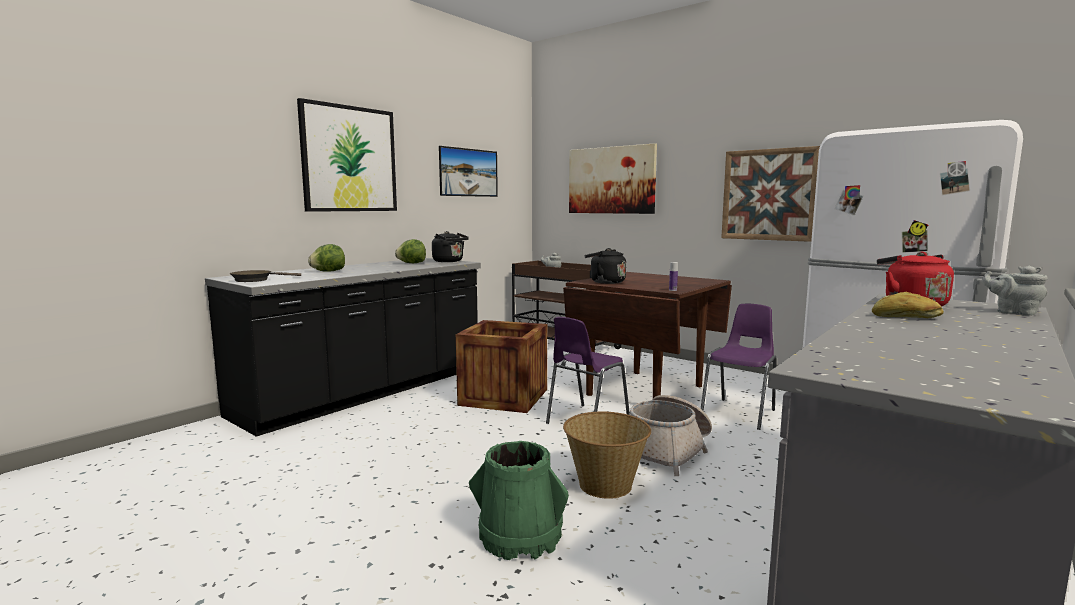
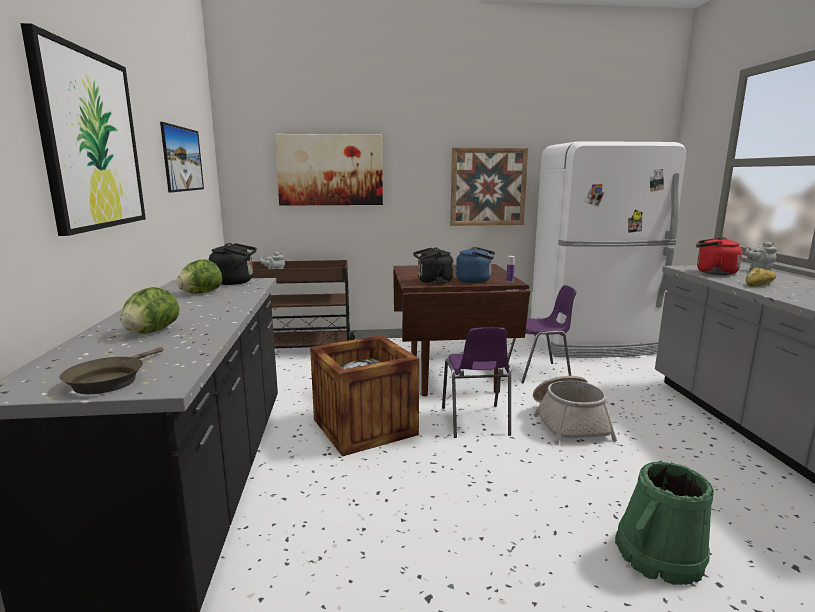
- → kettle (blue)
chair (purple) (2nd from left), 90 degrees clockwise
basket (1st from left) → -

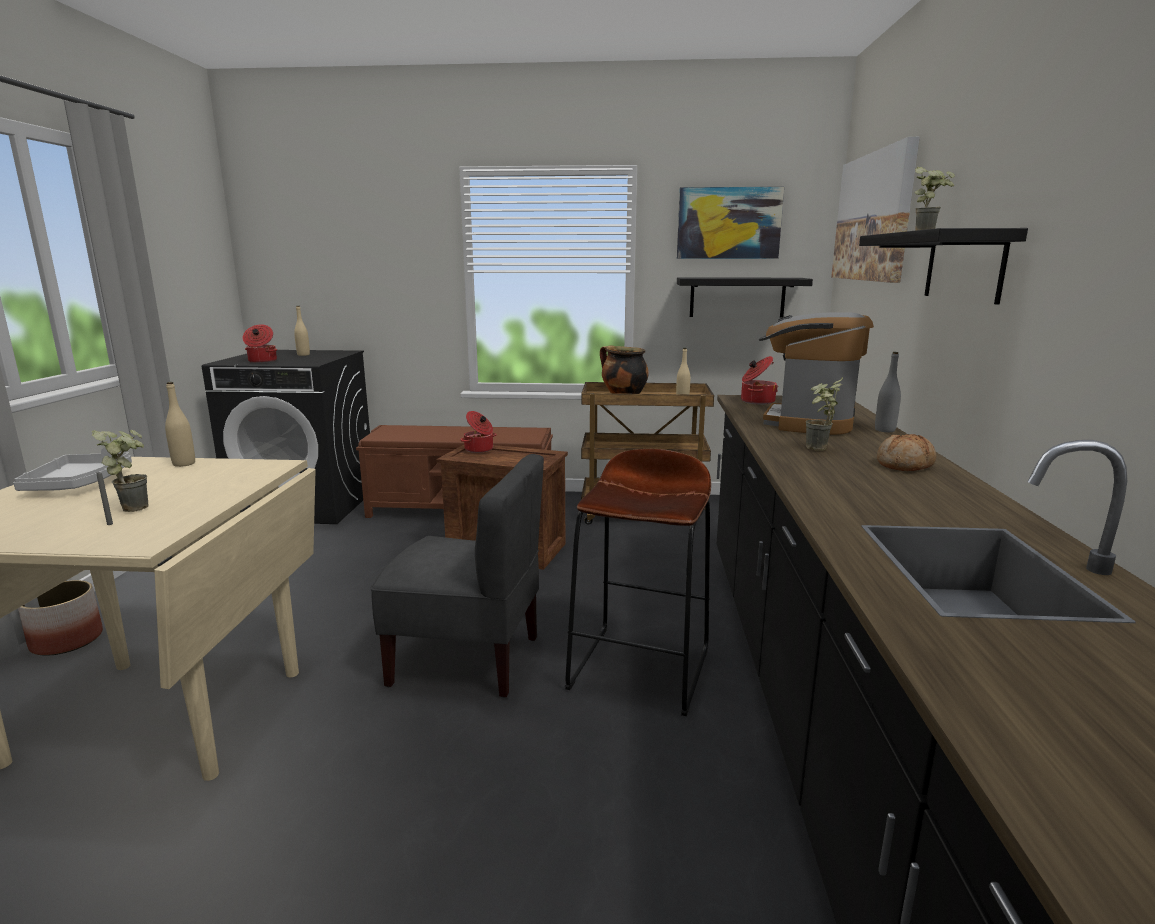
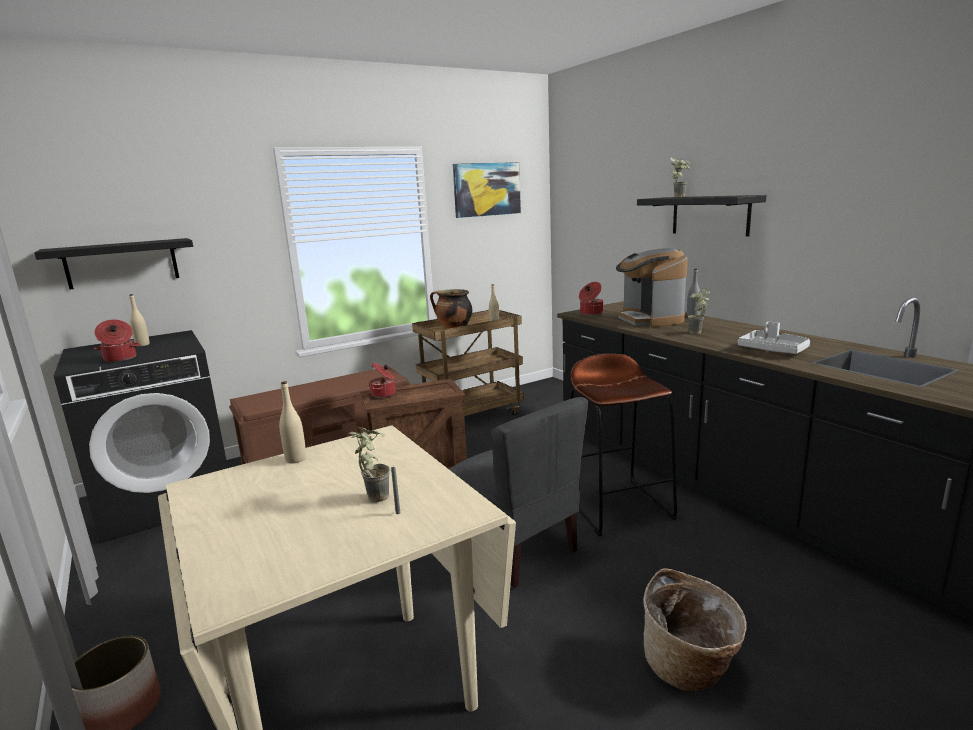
shelf (black) (1st from left), moved
chair (grey), 75 degrees clockwise
- → basket
tray (grey), moved
picture (2nd from left) → -
bread → -

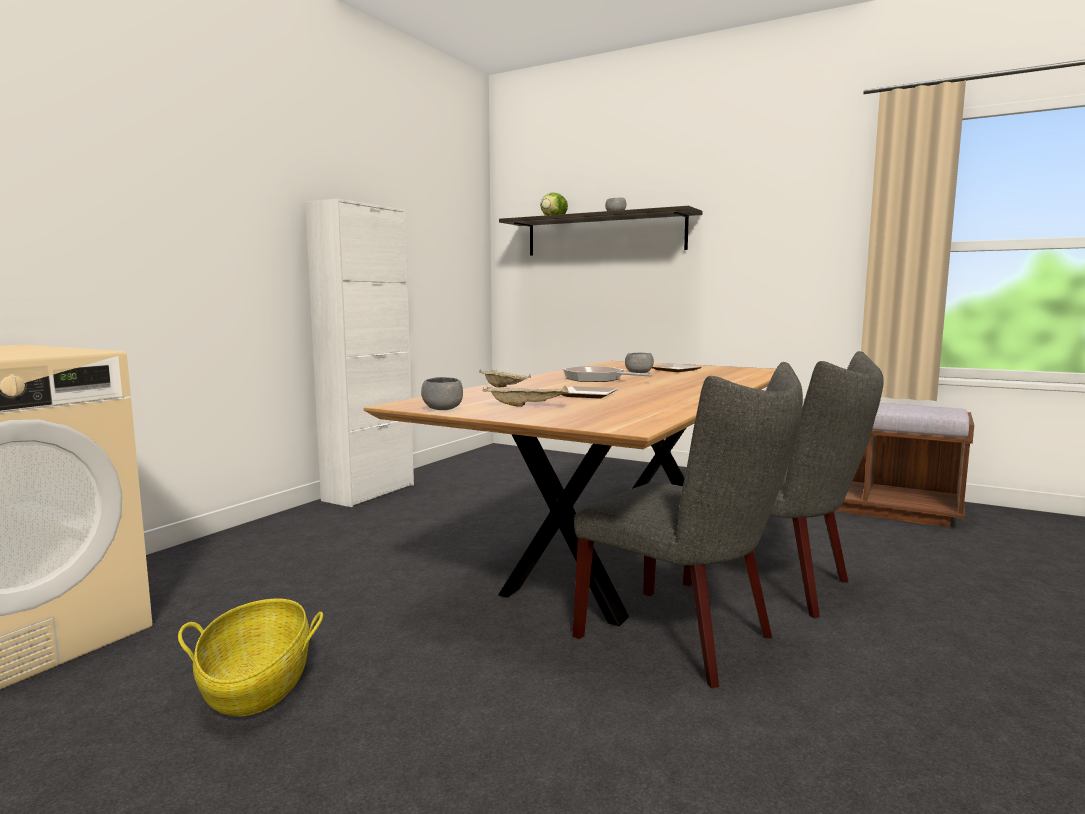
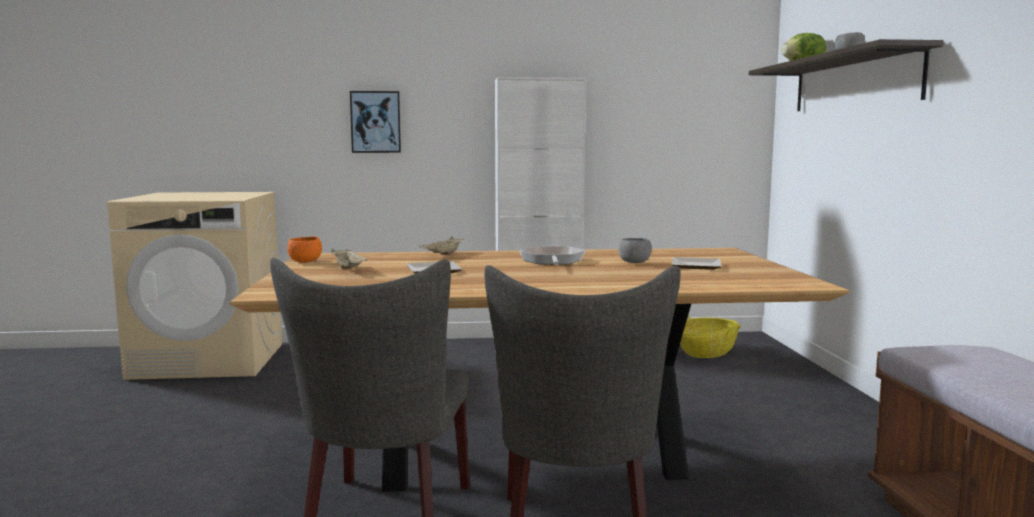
bowl (grey) (1st from left) → bowl (orange)
- → picture
basket, moved

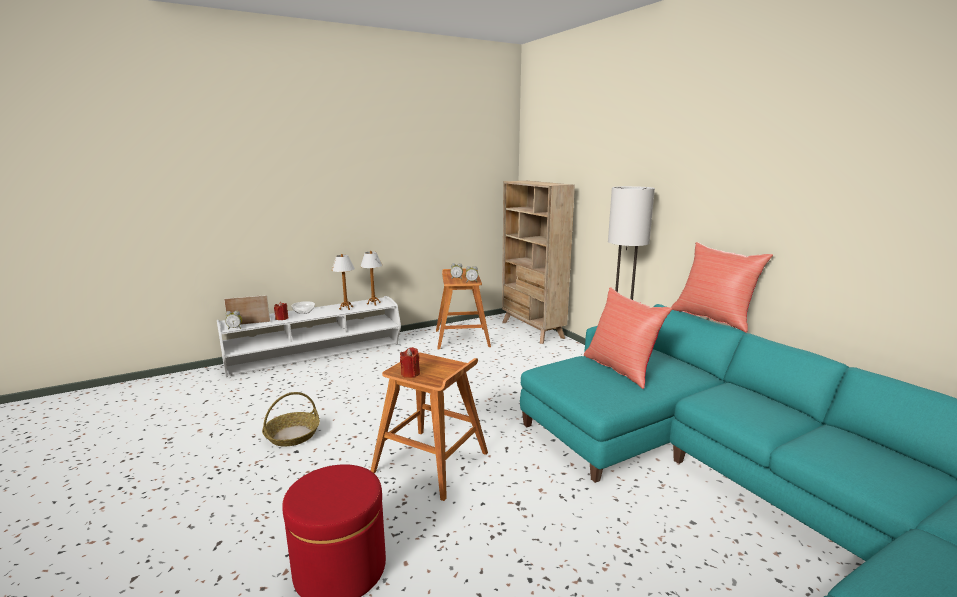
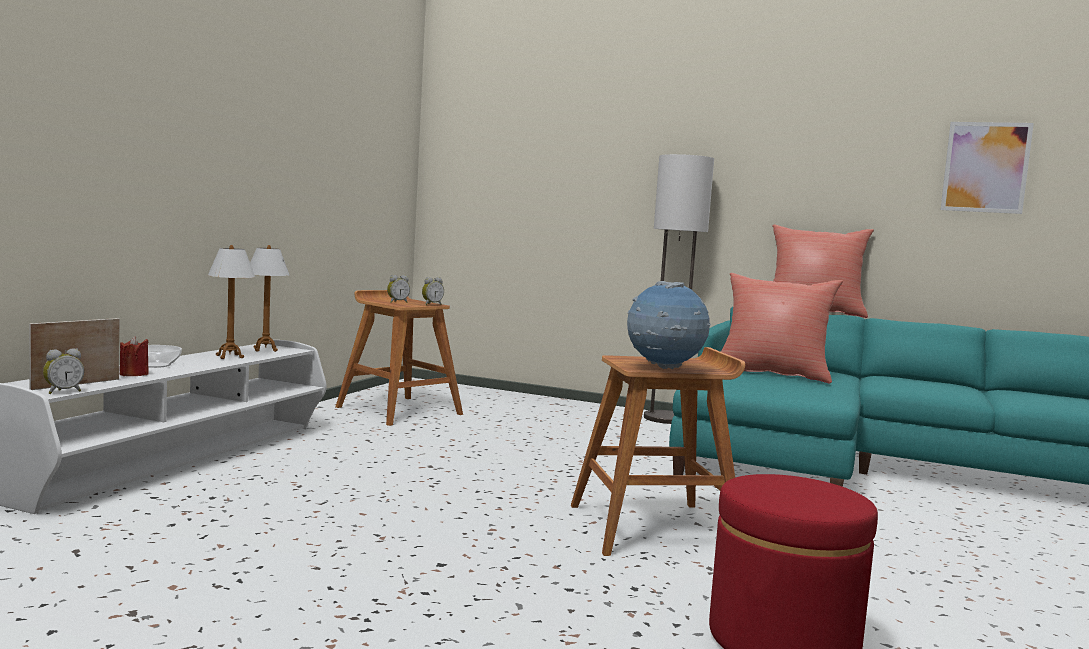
candle (red) (2nd from left) → globe
- → picture
basket → -
bookcase (beige) → -

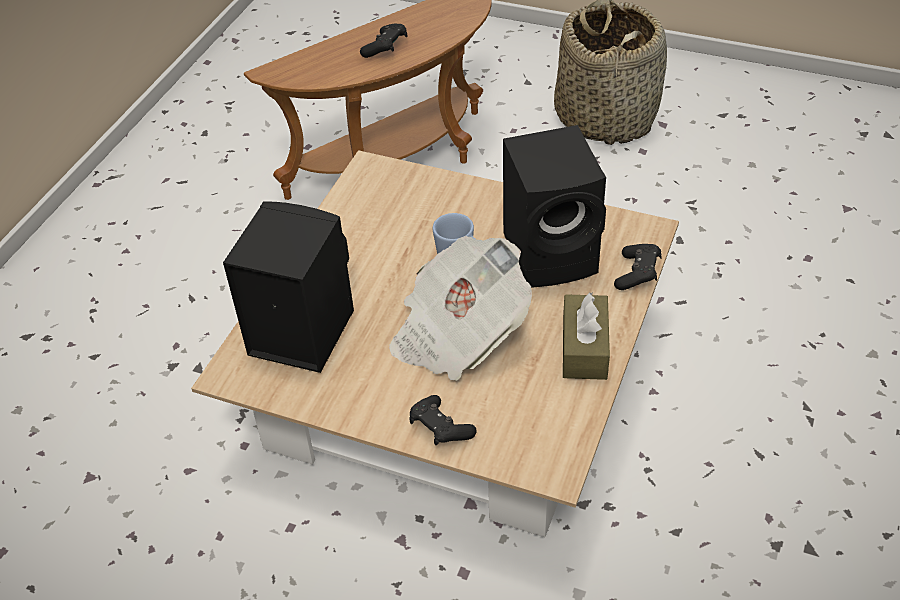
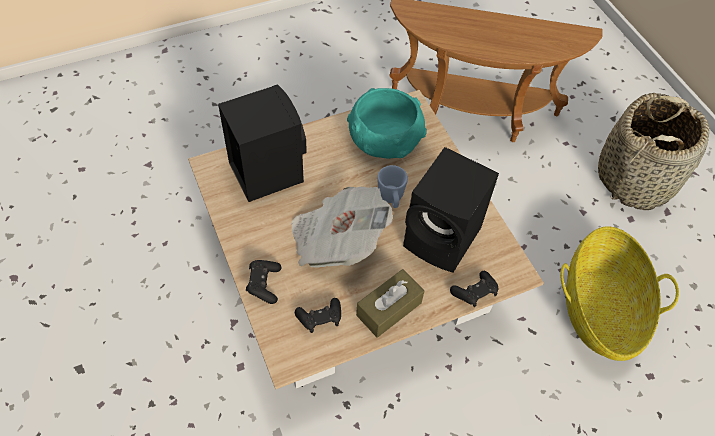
game controller (black) (1st from left in the first image) → game controller (black) (2nd from left), moved
- → bowl (turquoise)
- → basket (1st from left)

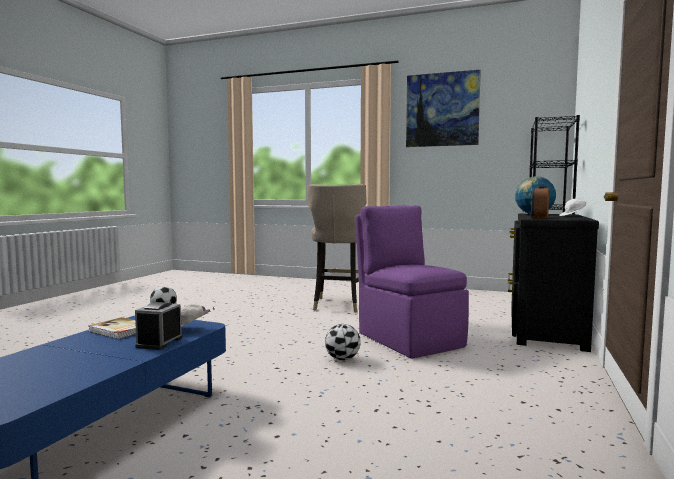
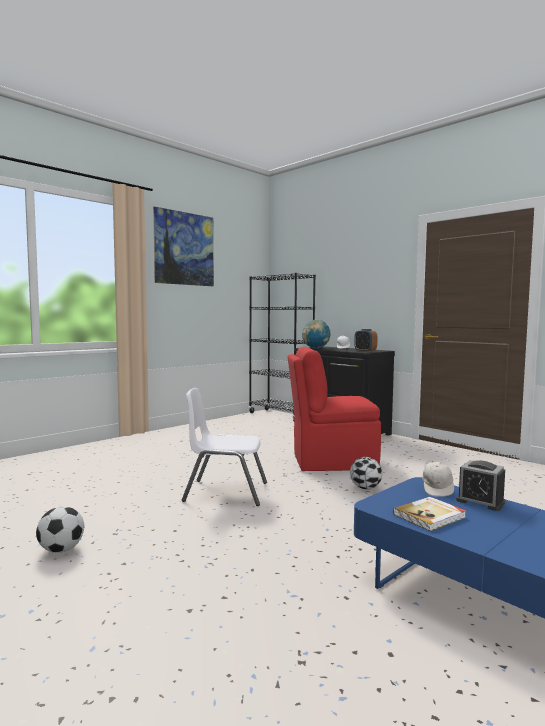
- → chair (white)
chair (purple) → chair (red)
stool (beige) → -

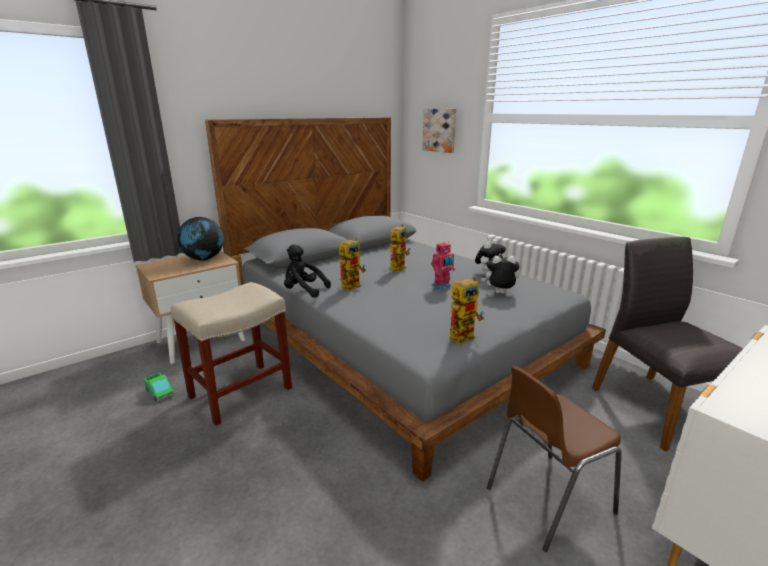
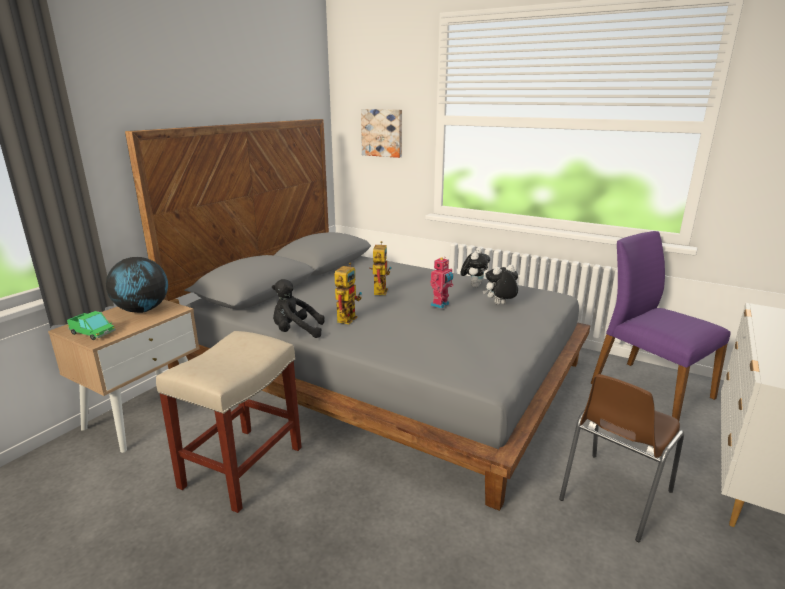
toy truck, moved
chair (grey) → chair (purple)
toy robot (4th from left) → -

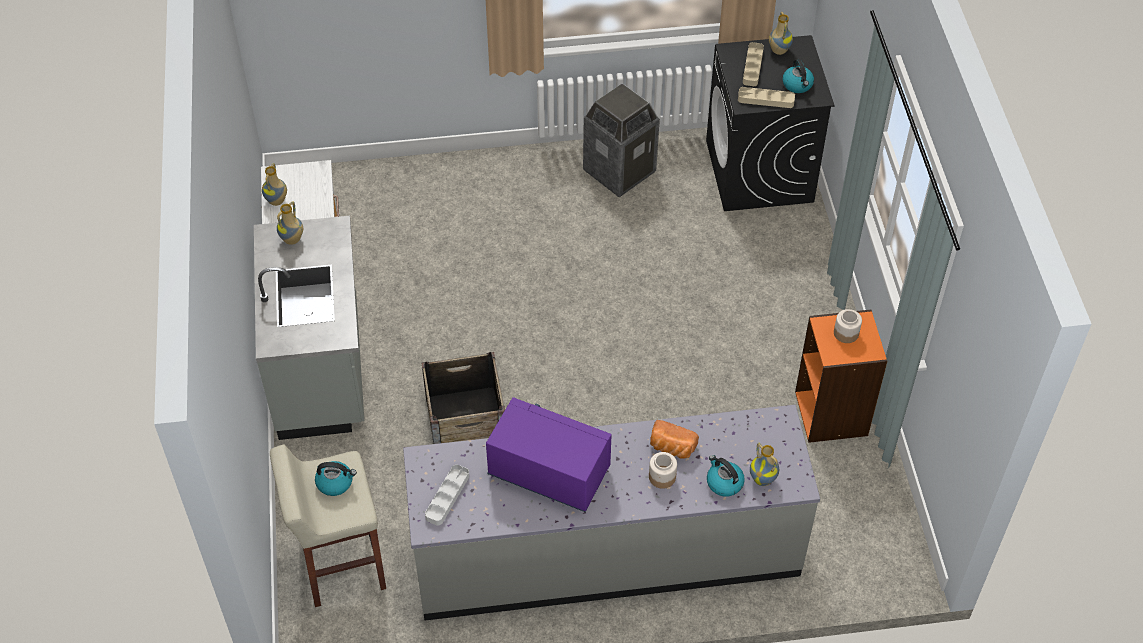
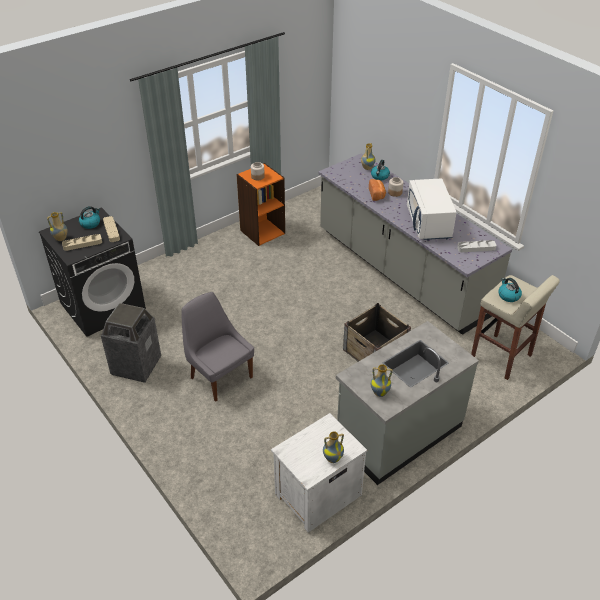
- → chair (grey)
microwave (purple) → microwave (white)

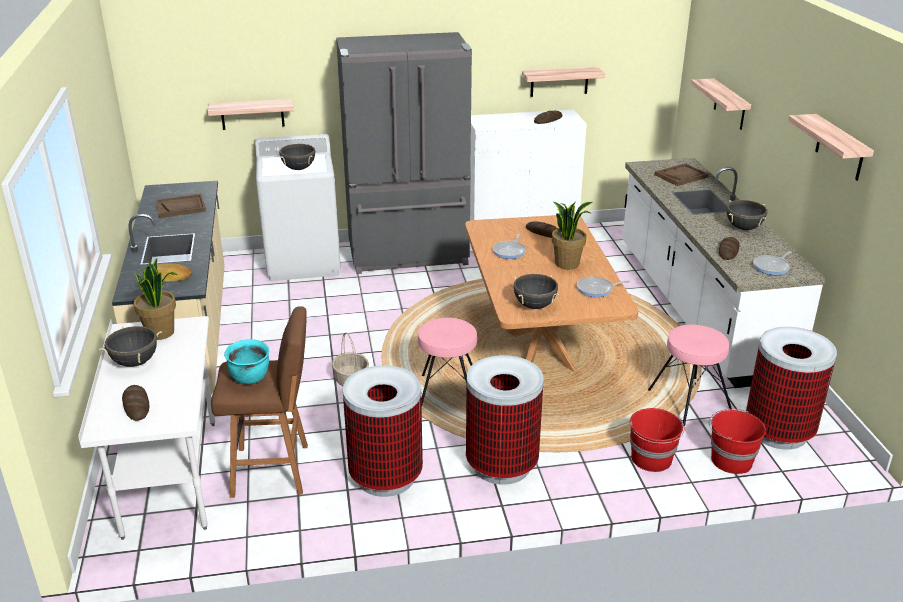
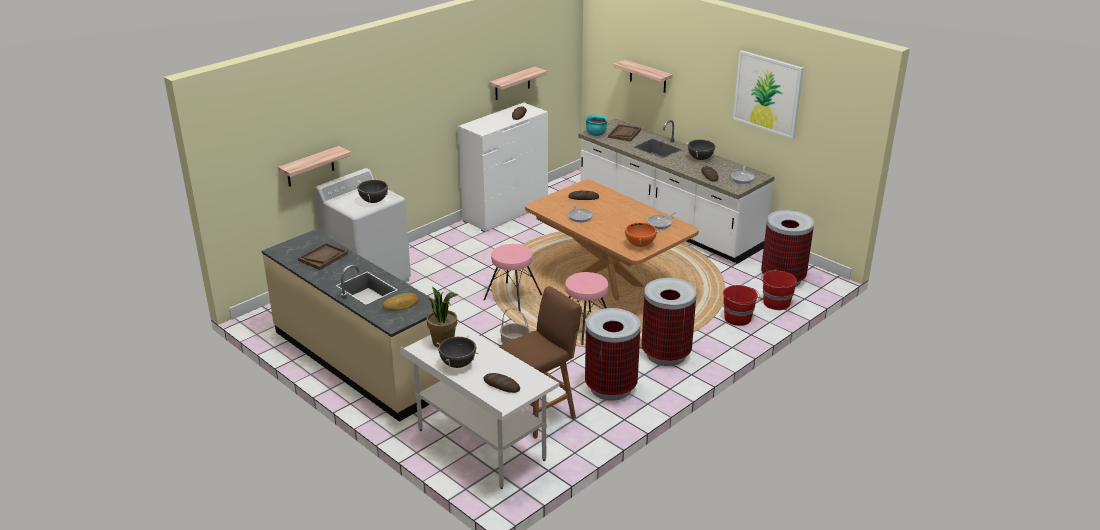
stool (pink) (2nd from left in the first image) → stool (pink) (1st from left), moved
cooking pot (turquoise), moved
cooking pot (black) (3rd from left) → cooking pot (orange)
shelf (4th from left) → picture
fridge (grey) → -
potted plant (2nd from left) → -

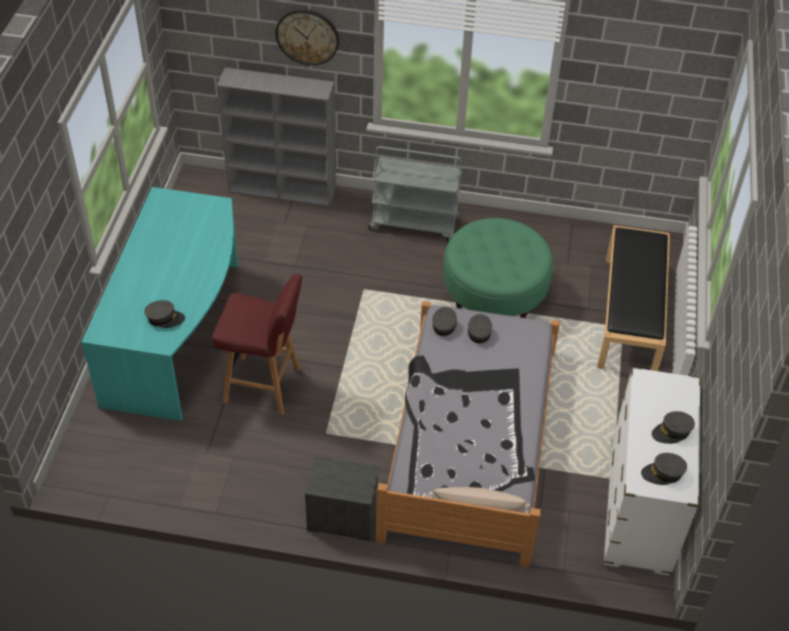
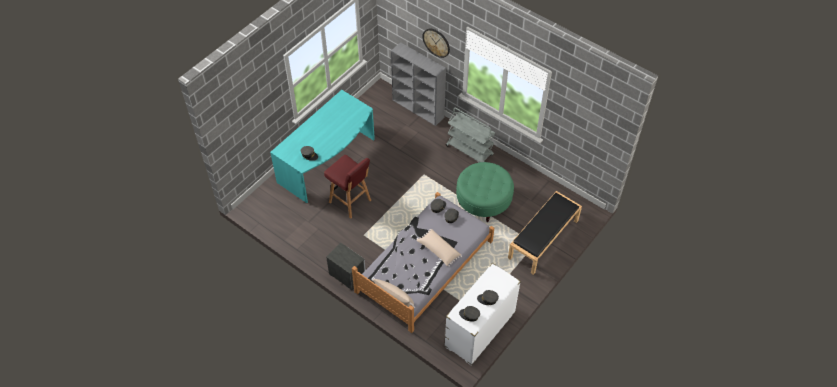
- → pillow (beige) (2nd from left)

